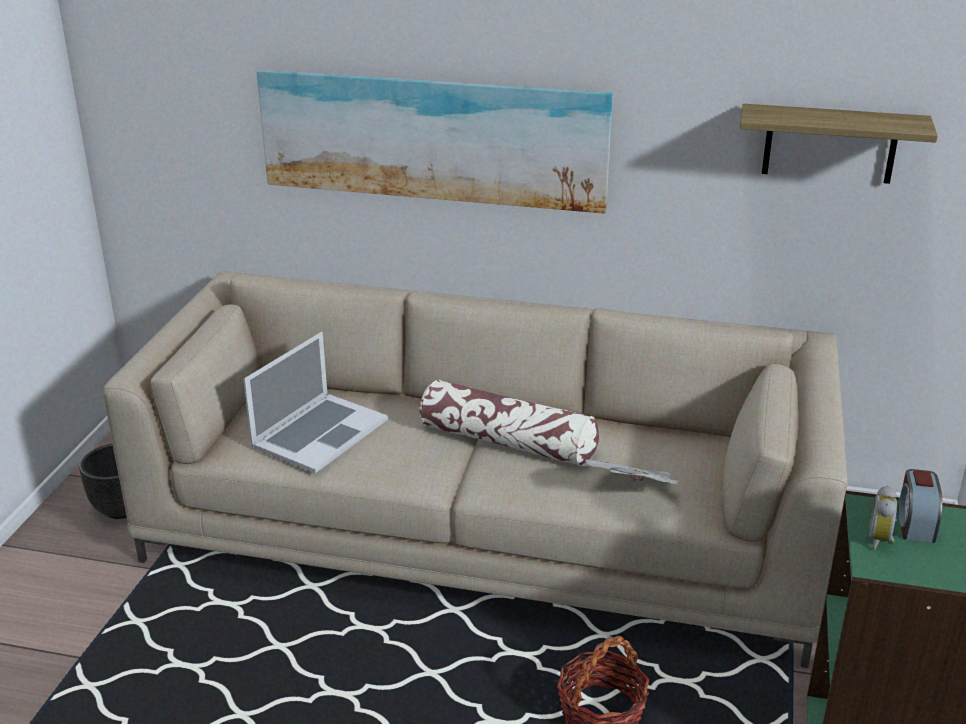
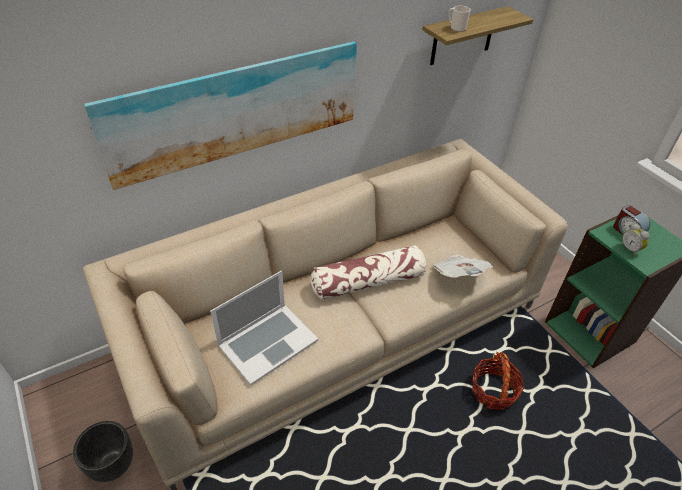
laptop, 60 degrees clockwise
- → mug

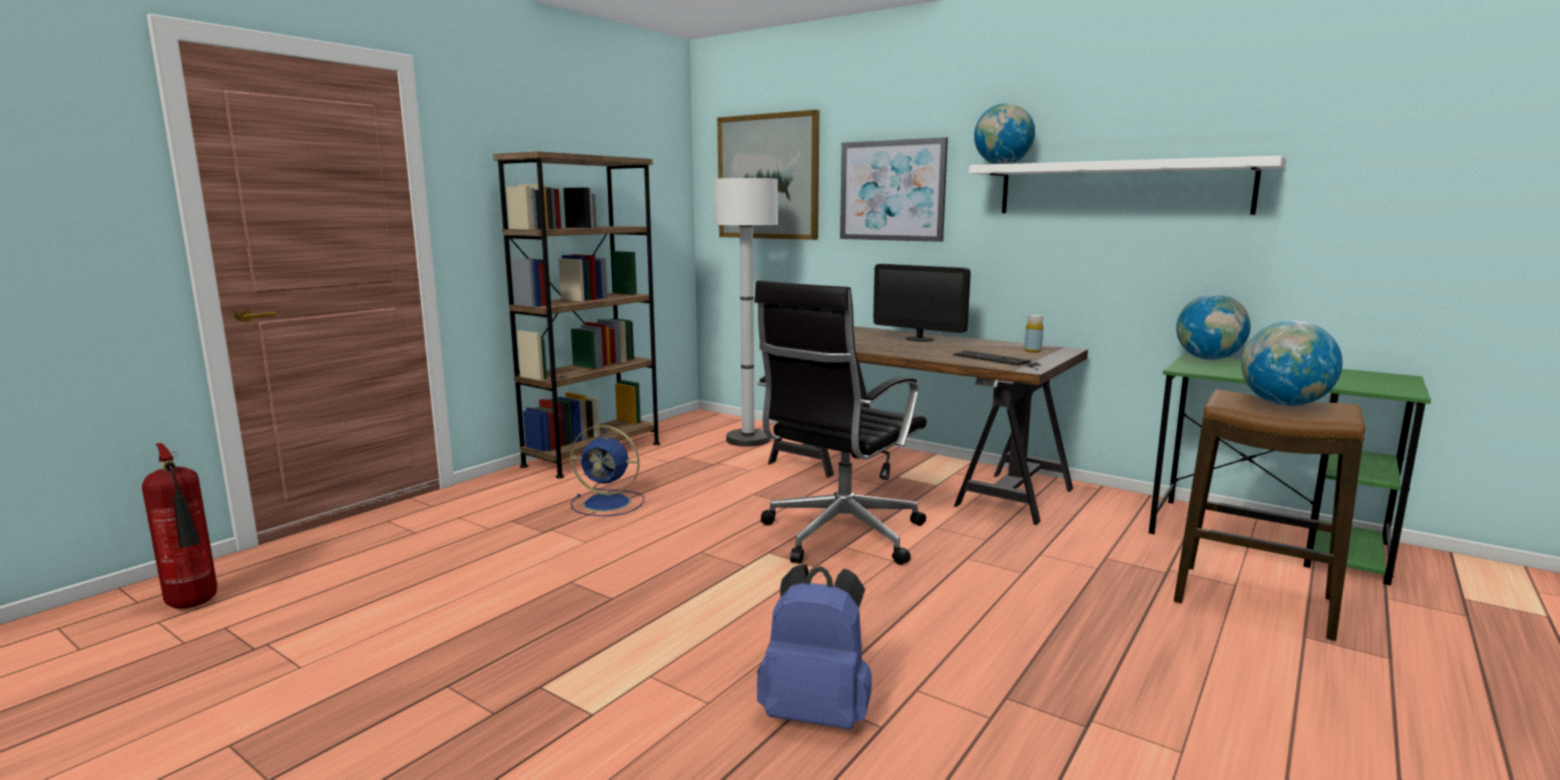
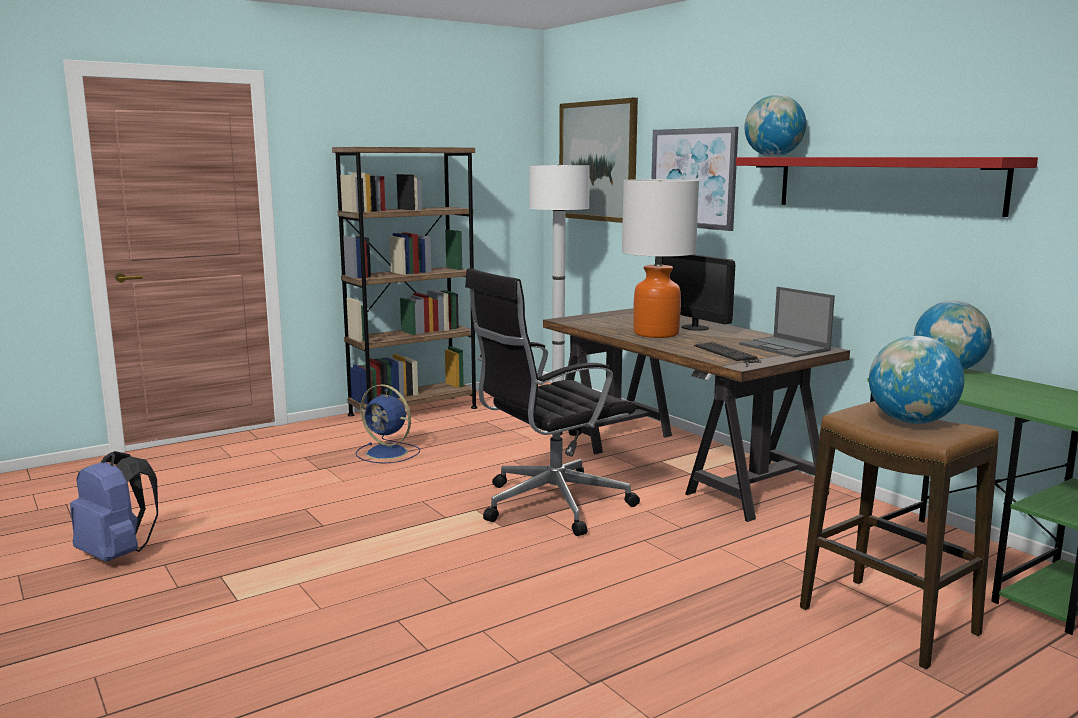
backpack (blue), moved
- → table lamp
shelf (white) → shelf (red)
bottle (yellow) → laptop
fire extinguisher → -

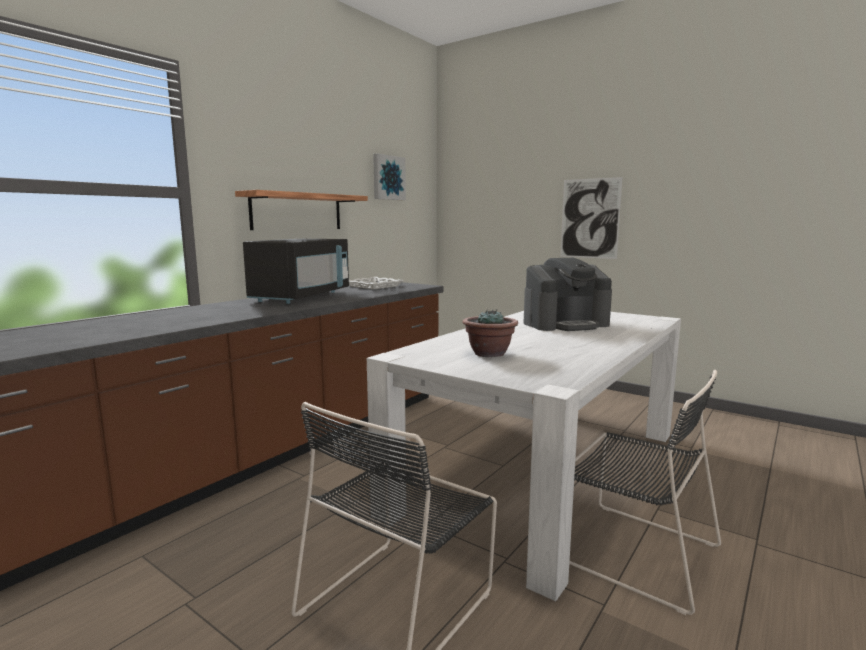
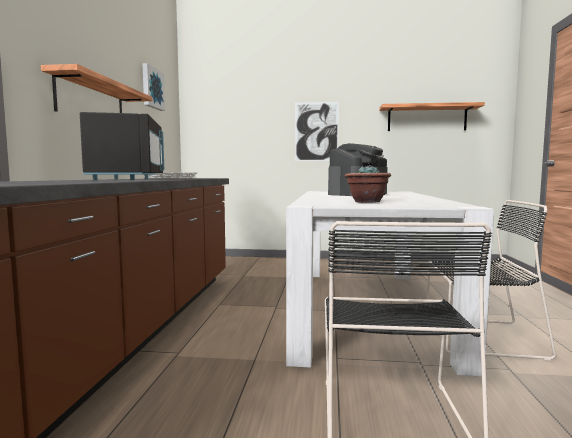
- → shelf (2nd from left)

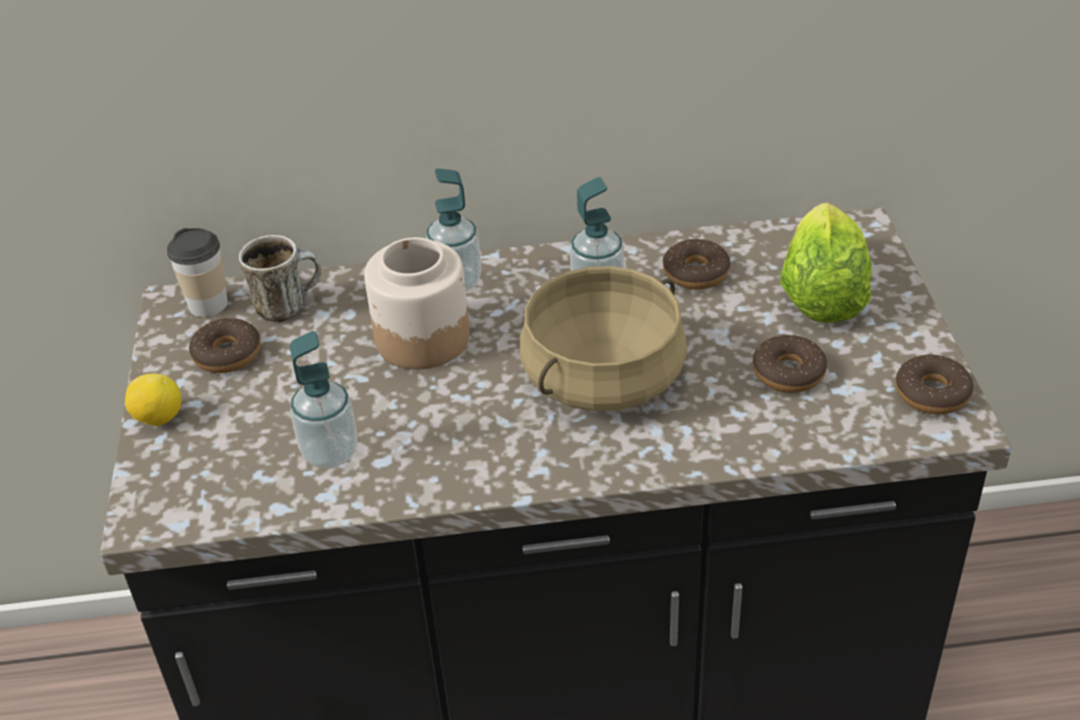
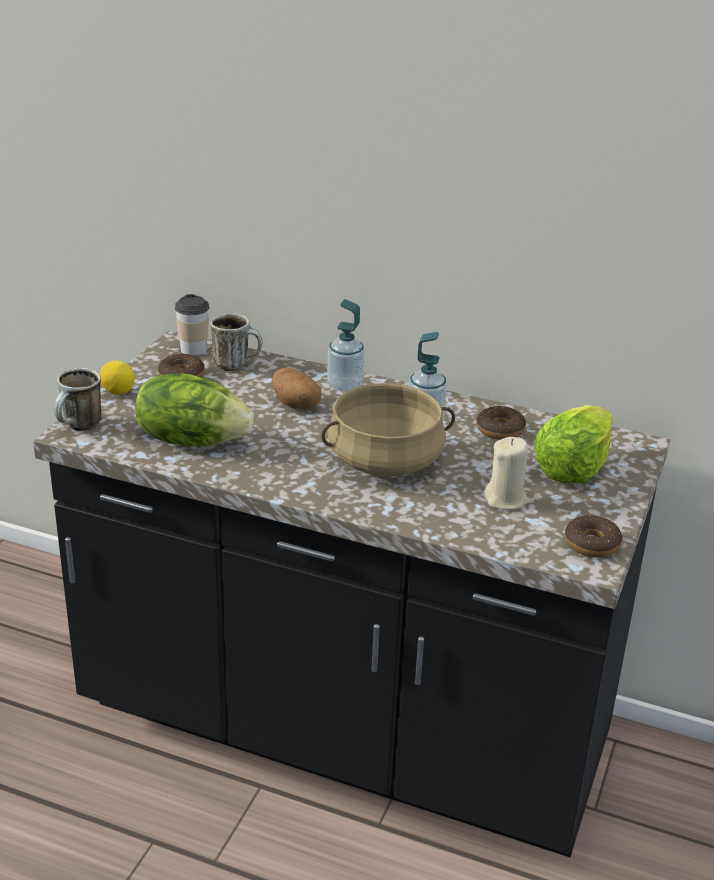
- → mug (1st from left)
soap dispenser (1st from left) → lettuce (1st from left)
jar → potato
donut (3rd from left) → candle (beige)

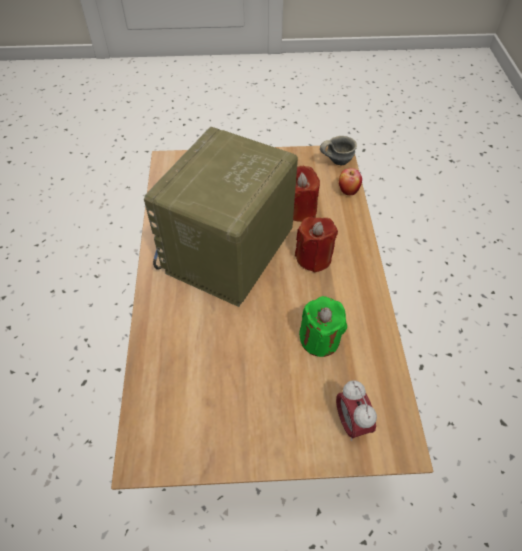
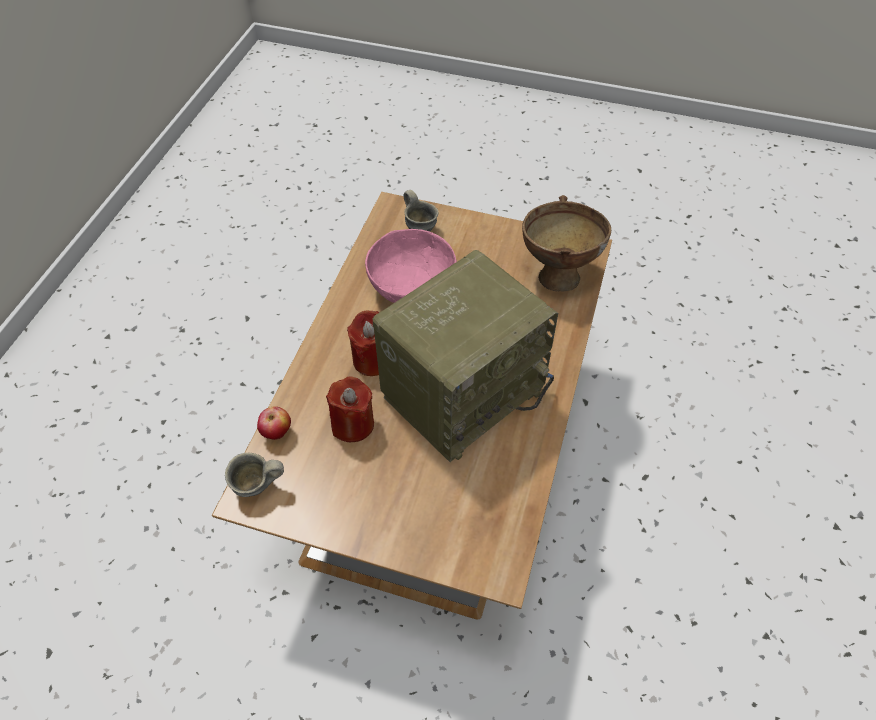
candle (green) → bowl (pink)
alarm clock → mug (grey) (2nd from left)
- → bowl (brown)

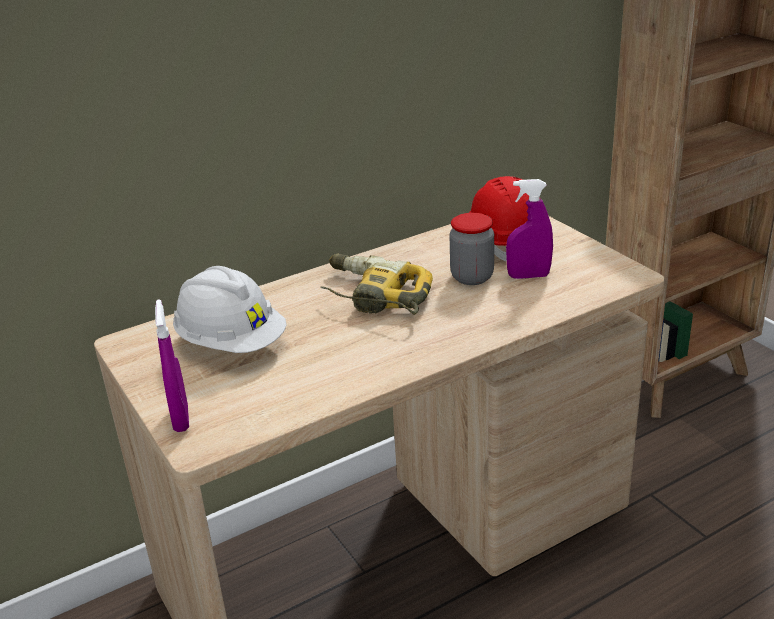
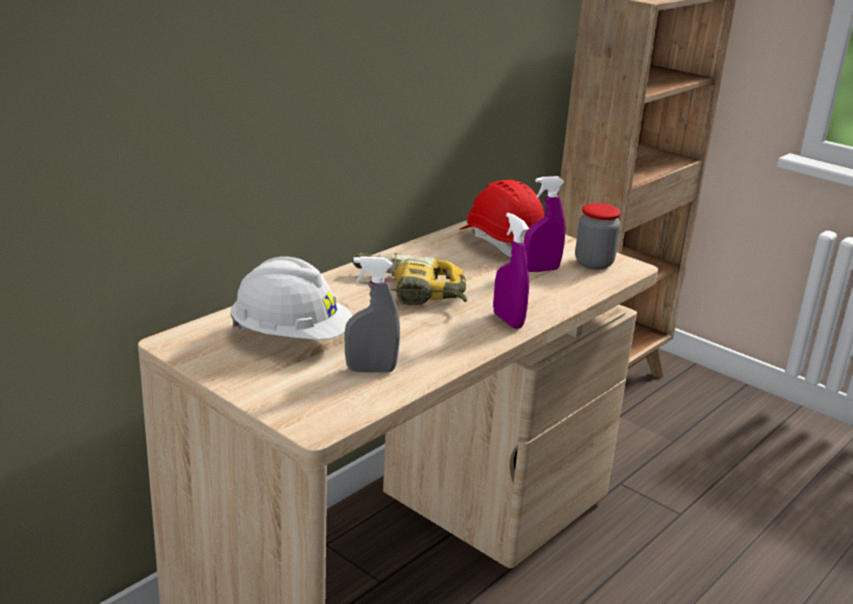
- → spray bottle (grey)
spray bottle (purple) (1st from left), moved
jar, moved

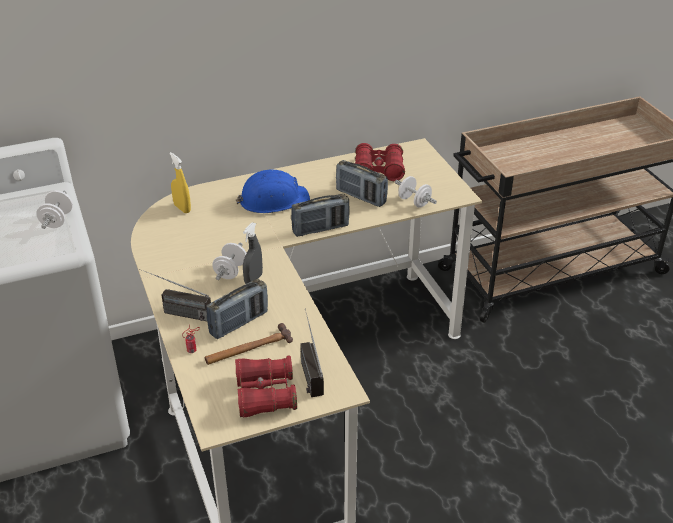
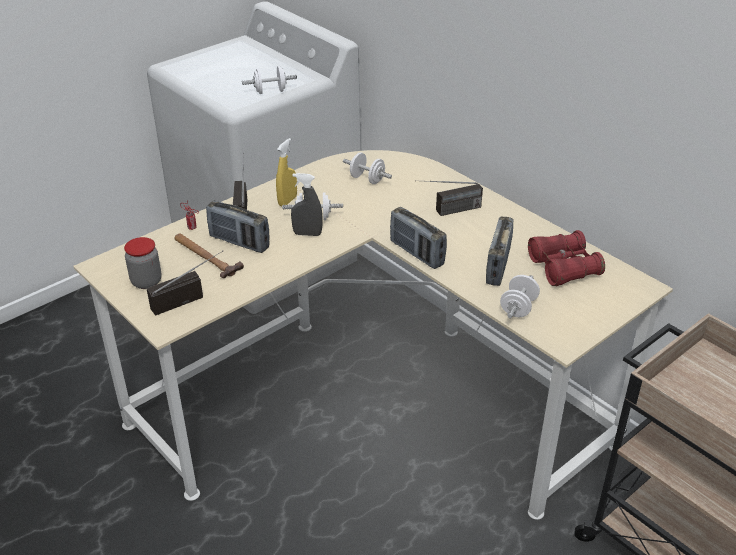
binoculars (red) (1st from left) → jar
spray bottle (yellow), moved
- → dumbbell (white) (3rd from left)
hard hat (blue) → radio (5th from left)

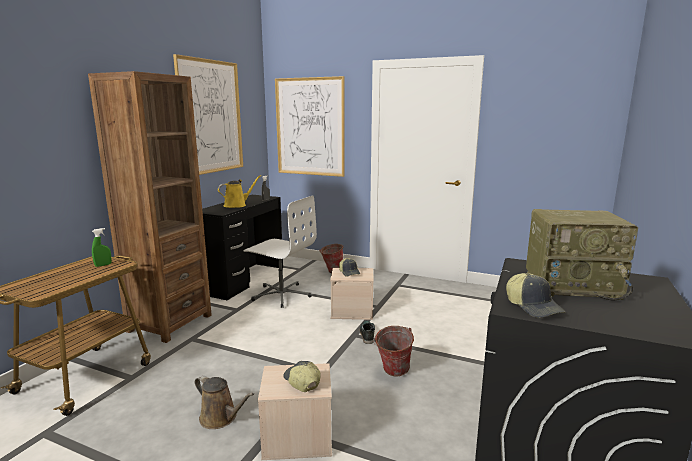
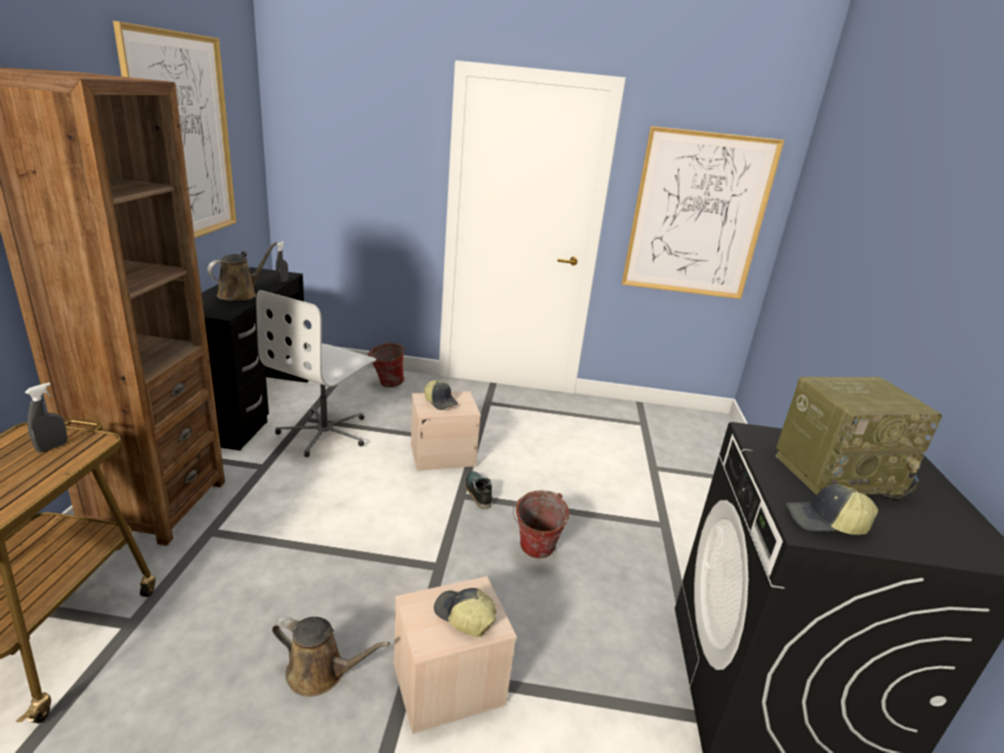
spray bottle (green) → spray bottle (grey) (1st from left)
watering can (yellow) → watering can (brown) (1st from left)
office chair (white), 105 degrees clockwise
picture (2nd from left), moved
cap (3rd from left), 135 degrees clockwise

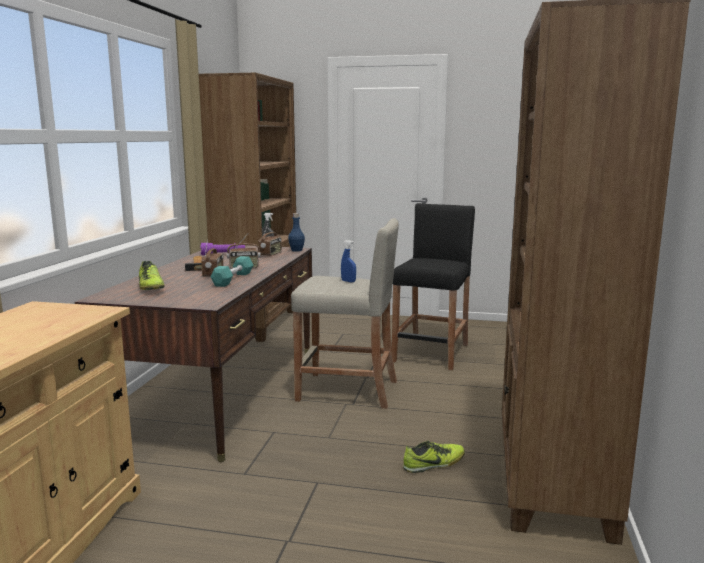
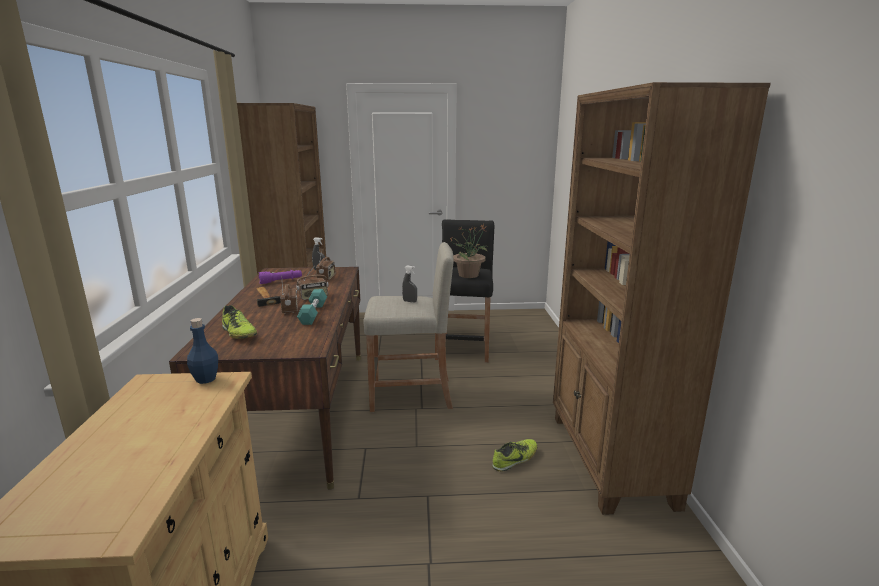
bottle (blue), moved
spray bottle (blue) → spray bottle (grey) (2nd from left)
- → potted plant

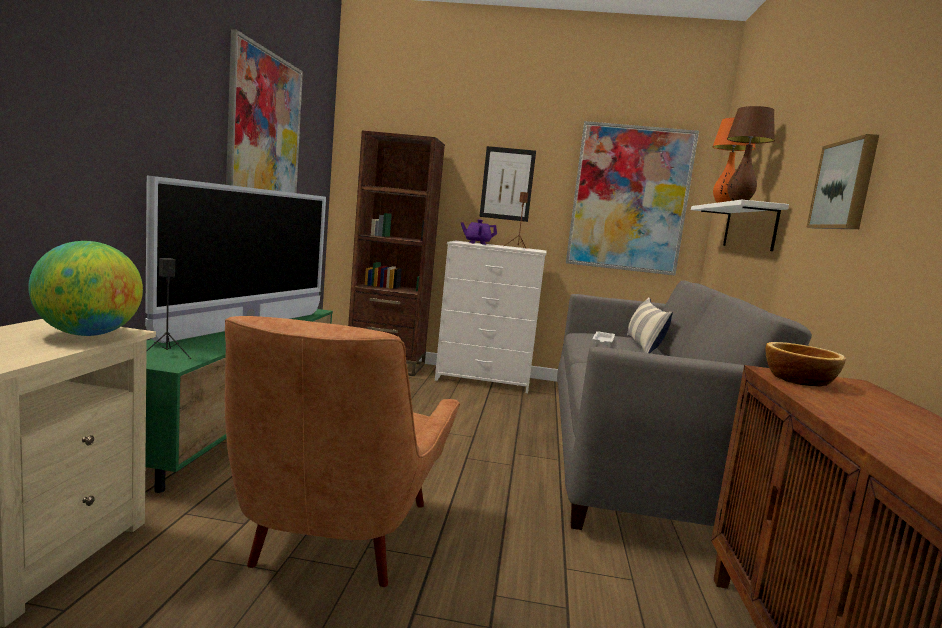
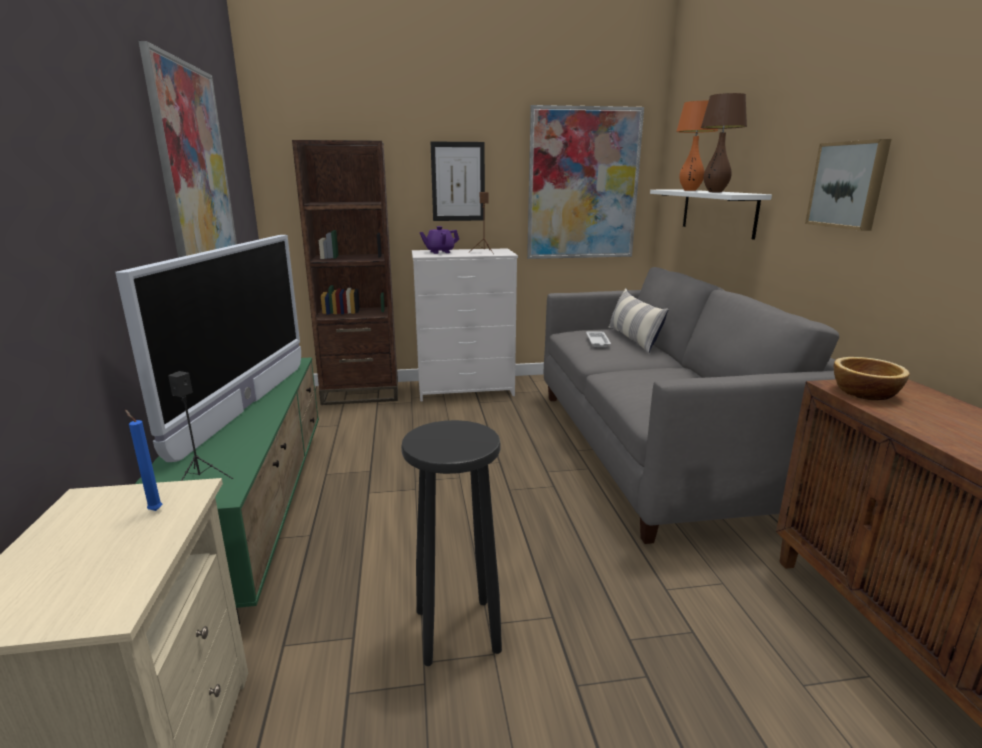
globe → candle (blue)
armchair (brown) → stool (black)

